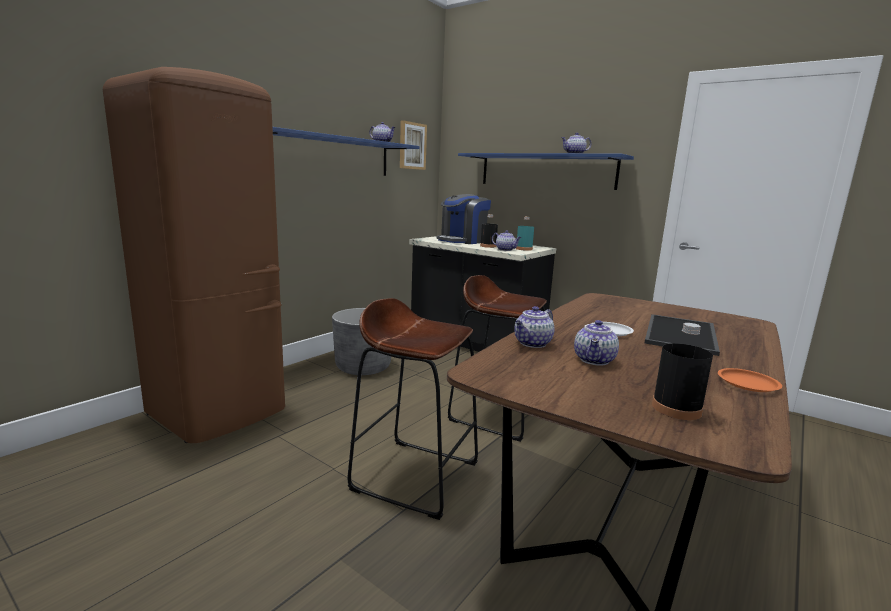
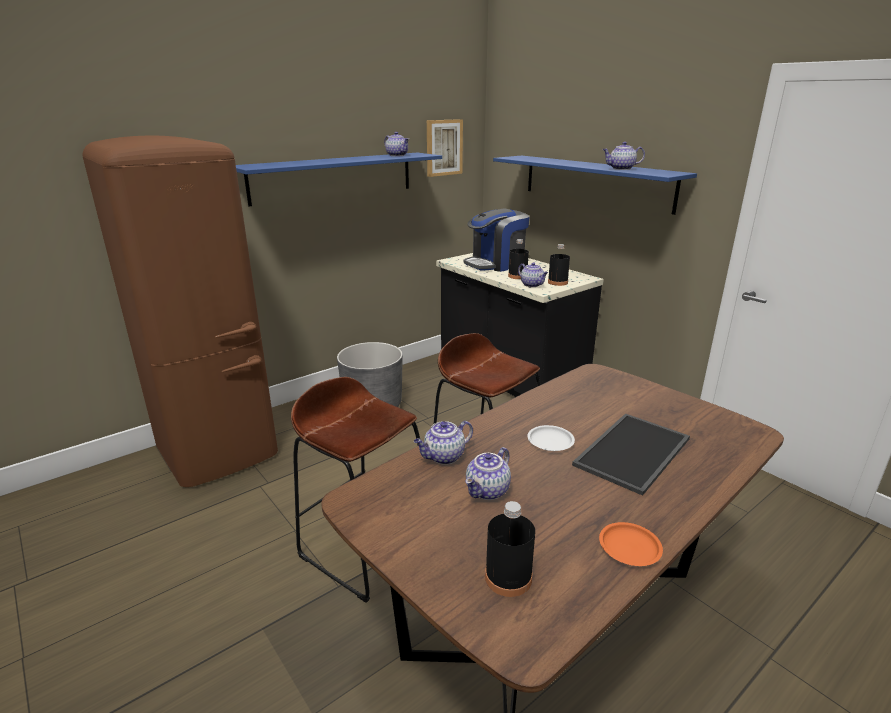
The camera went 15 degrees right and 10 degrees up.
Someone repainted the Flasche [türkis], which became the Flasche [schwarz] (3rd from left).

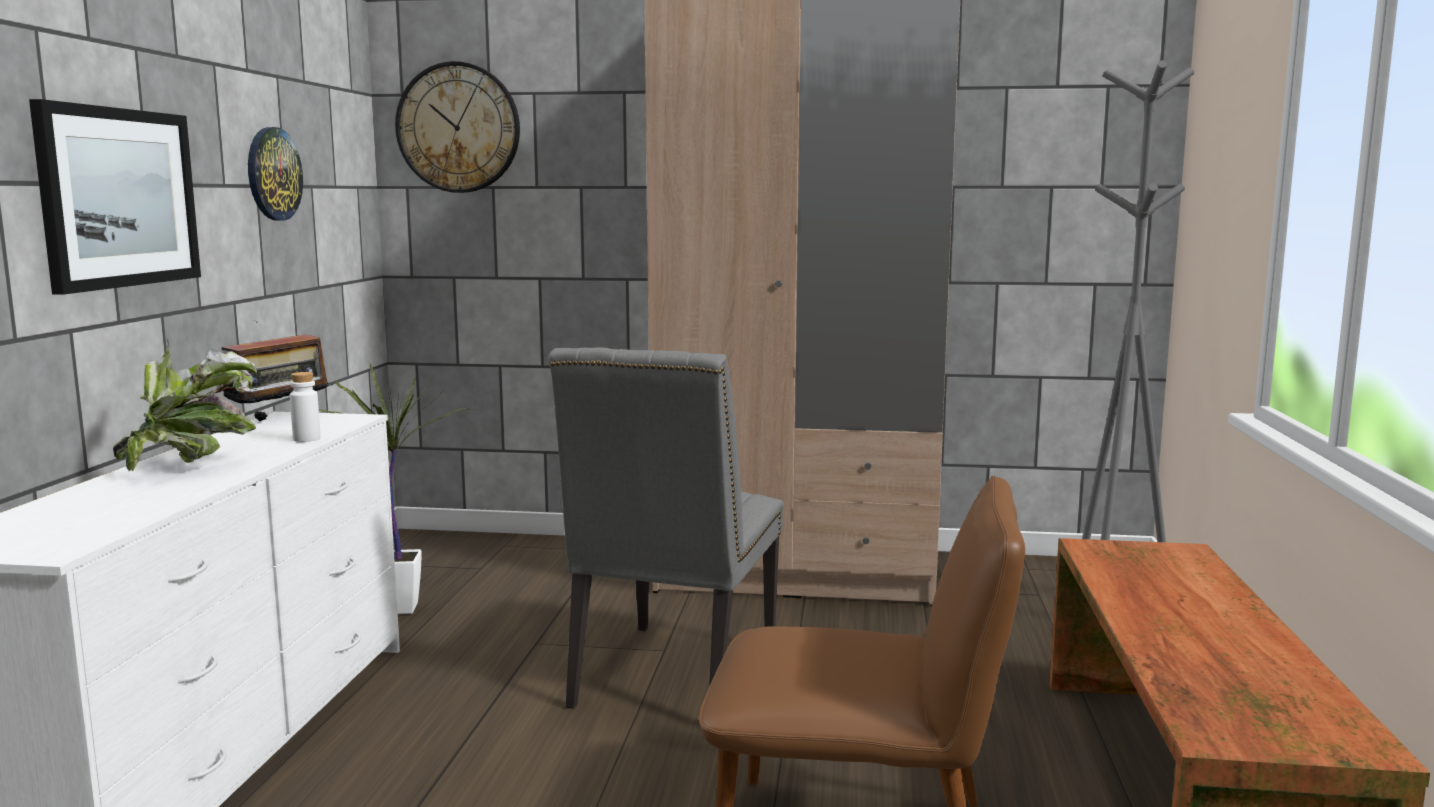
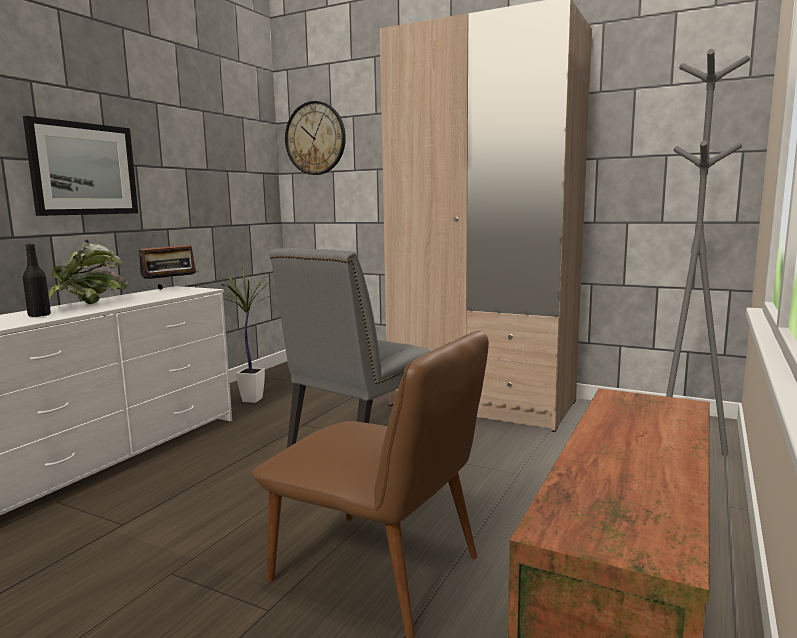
The camera went 20 degrees right and 0 degrees up.
Someone took away the Wanduhr (1st from left).
Someone took away the Flasche [weiß].
Someone put down the Flasche [schwarz].

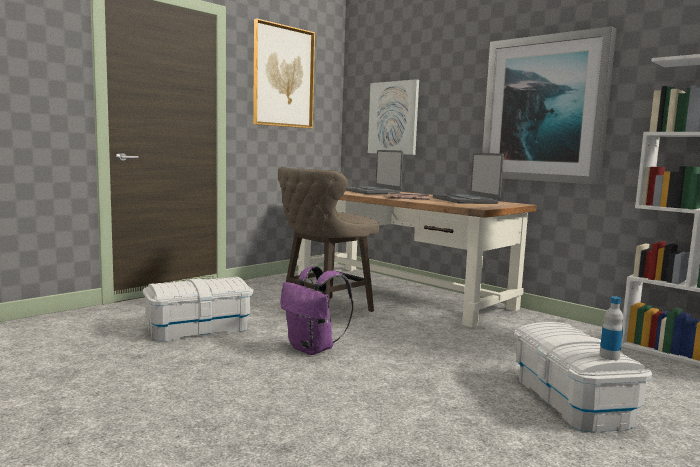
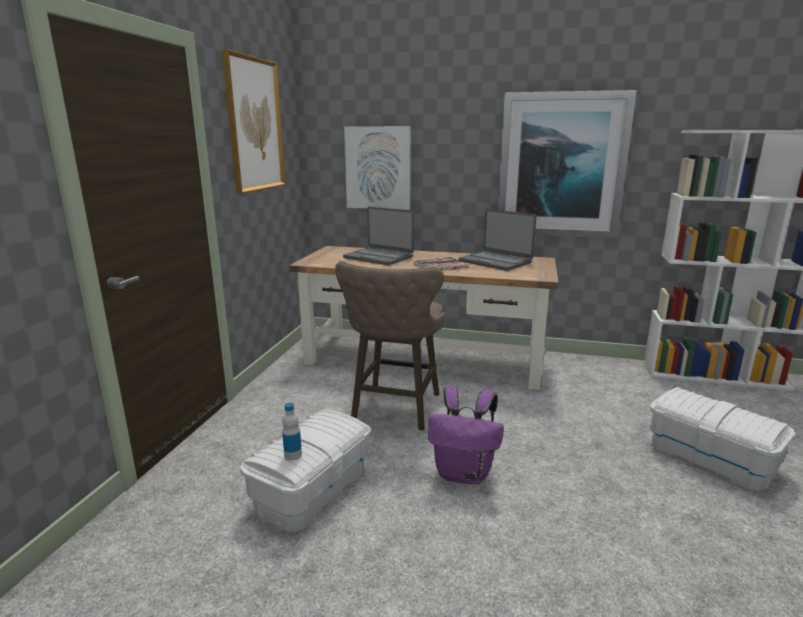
The camera went 30 degrees left and 10 degrees up.
Someone carried the Flasche.

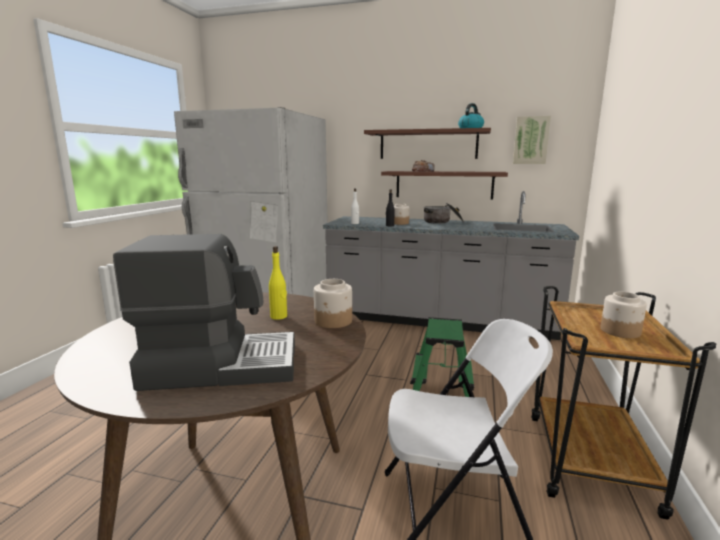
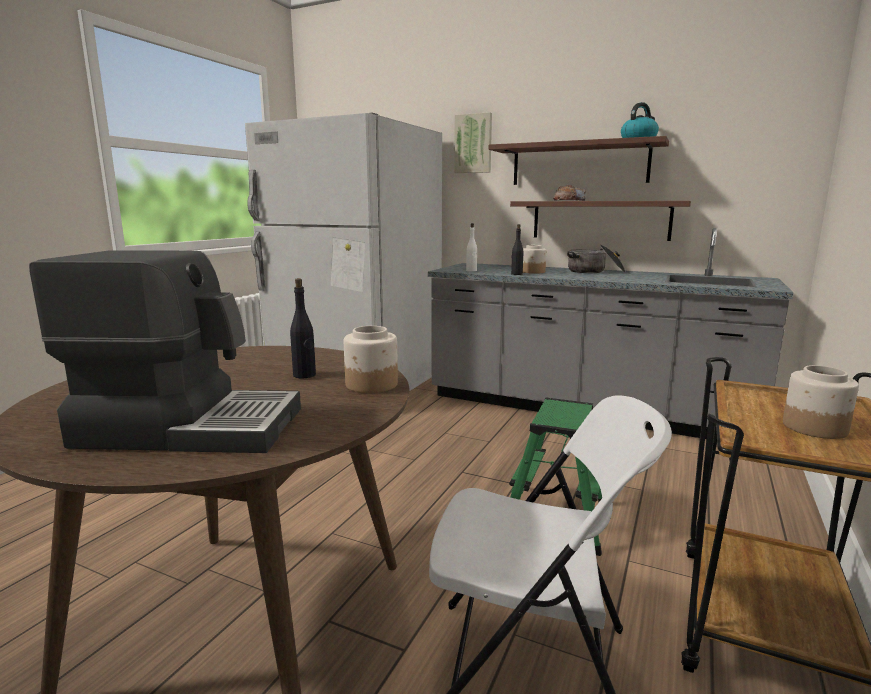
The camera went 10 degrees right and 0 degrees up.
Someone carried the Bild.
Someone repainted the Flasche [gelb], which became the Flasche [schwarz] (1st from left).

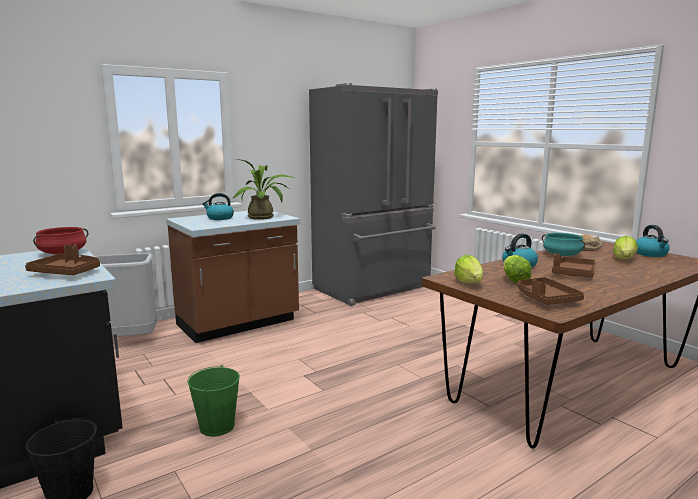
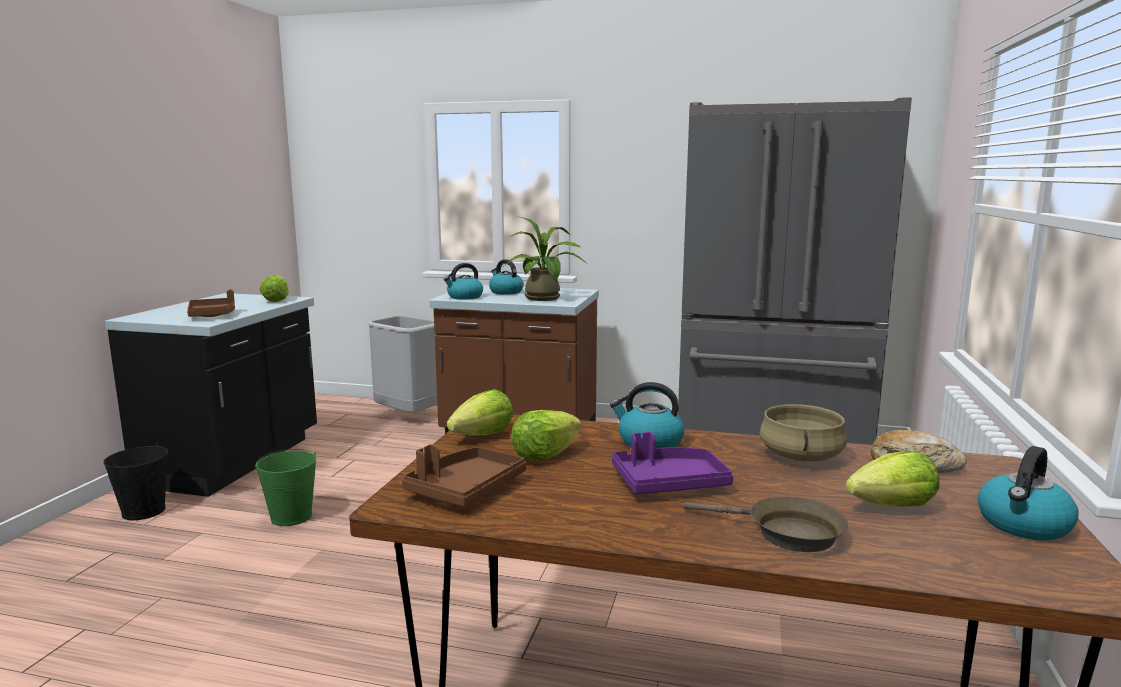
The camera went 50 degrees right and 0 degrees up.
Someone swapped the Kochtopf [rot] for the Salatkopf (1st from left).
Someone repainted the Kochtopf [türkis], which became the Kochtopf [beige].
Someone repainted the Tablett [braun] (3rd from left), which became the Tablett [lila].
Someone put down the Wasserkessel (1st from left).
Someone put down the Pfanne [braun].

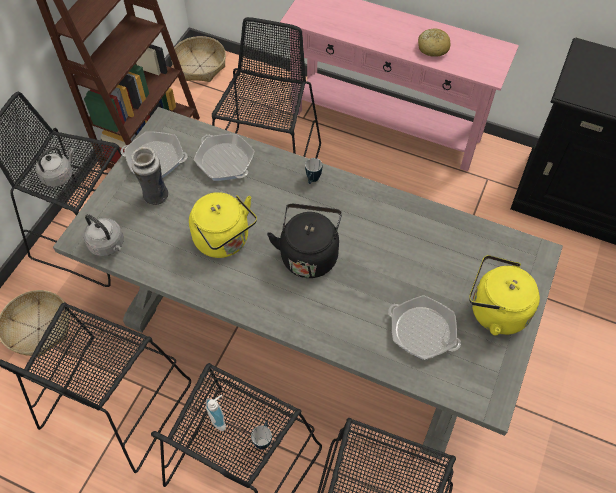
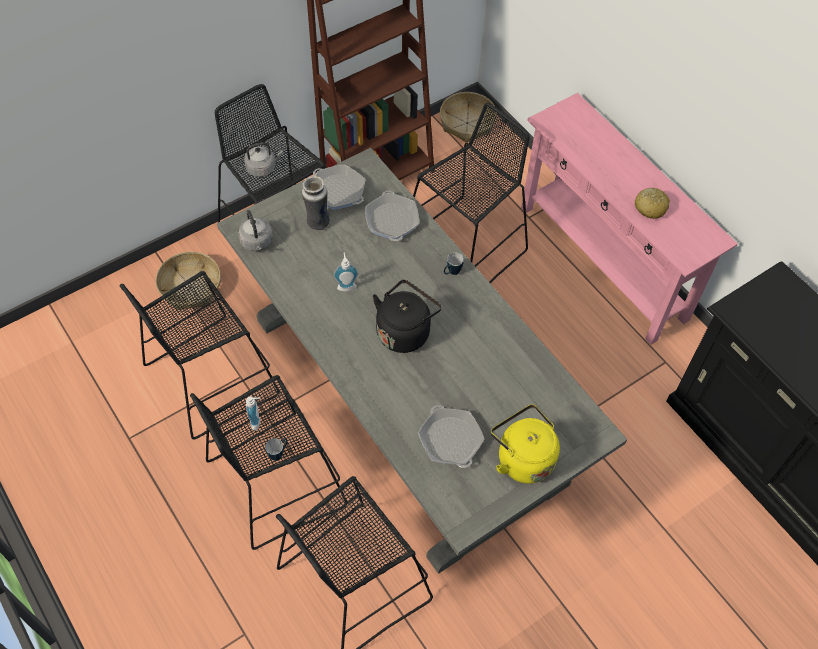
The camera went 30 degrees right and 0 degrees up.
Someone swapped the Wasserkessel [gelb] (1st from left) for the Seifenspender (2nd from left).

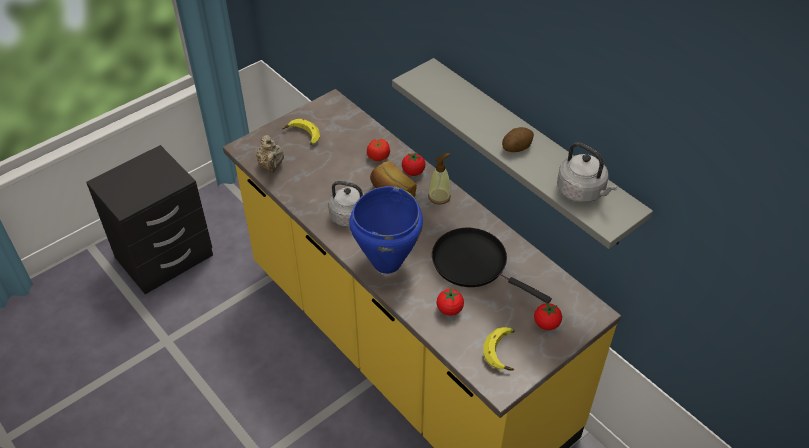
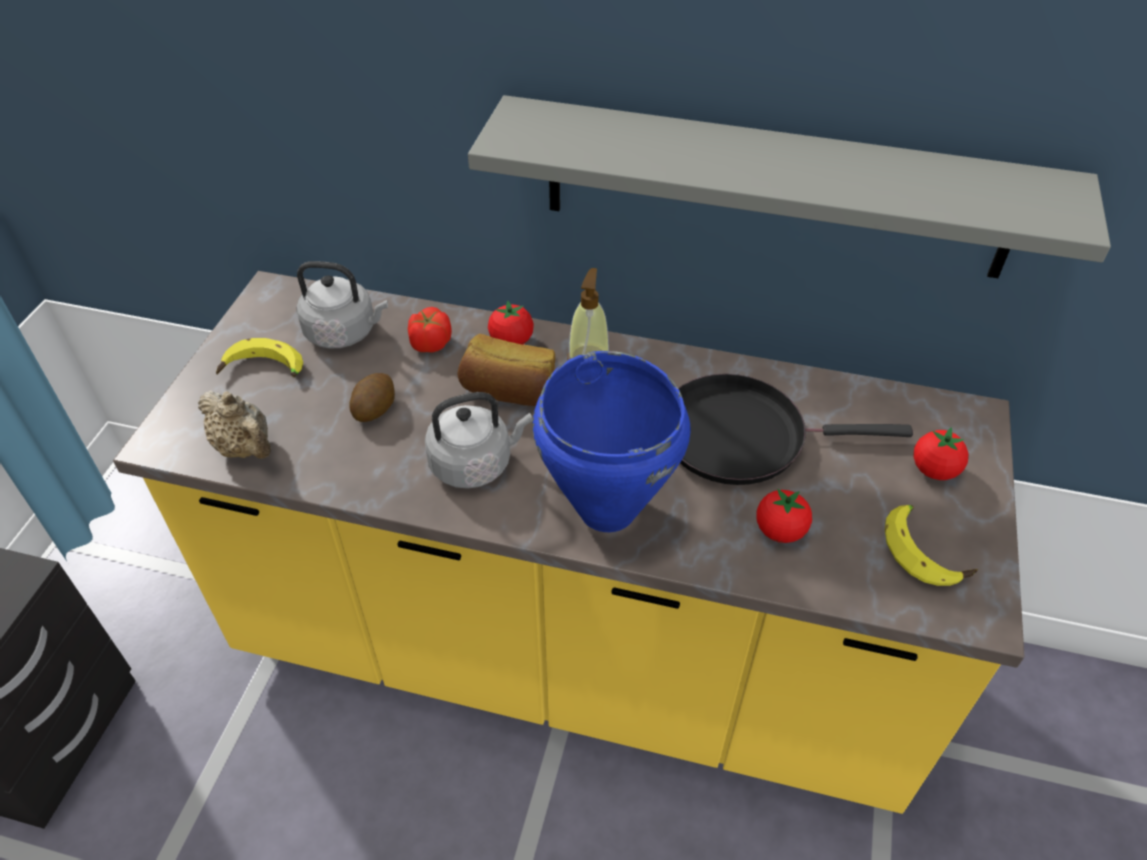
The camera went 35 degrees left and 0 degrees up.
Someone carried the Kartoffel.
Someone carried the Wasserkessel [grau] (2nd from left in the first image).

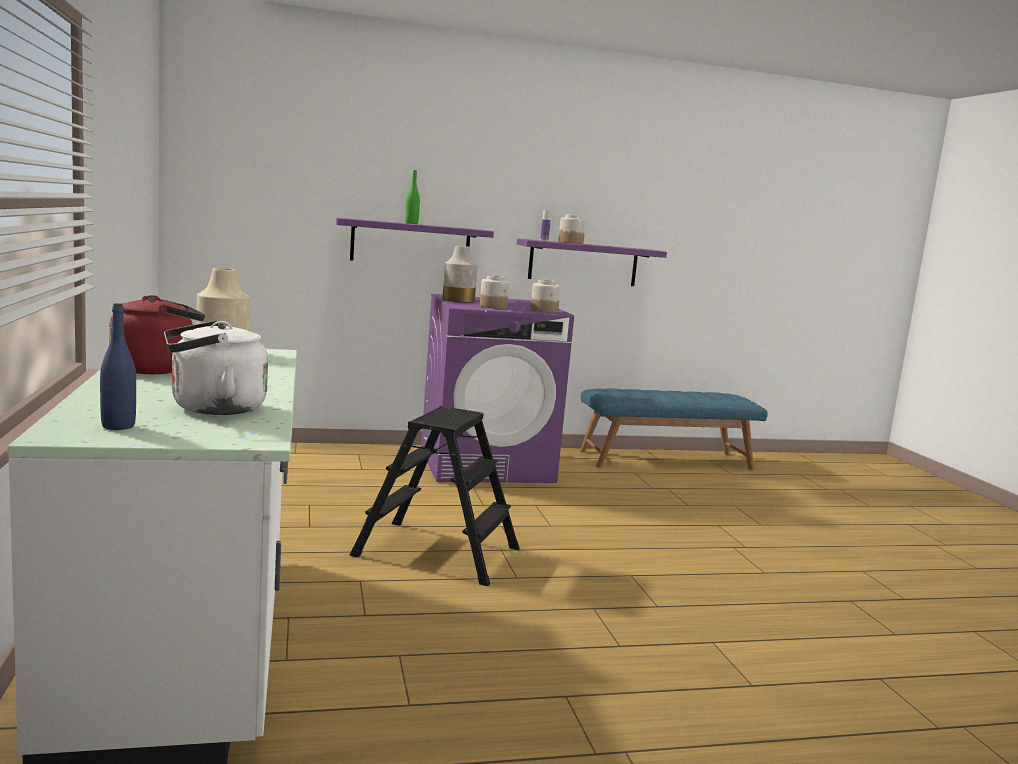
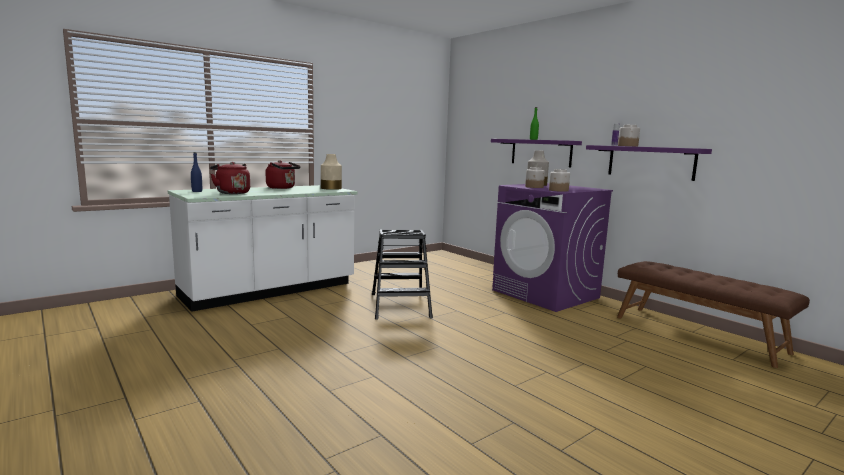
The camera went 65 degrees right and 0 degrees up.
Someone repainted the Wasserkessel [weiß], which became the Wasserkessel [rot] (1st from left).
Someone repainted the Bank [blau], which became the Bank [braun].

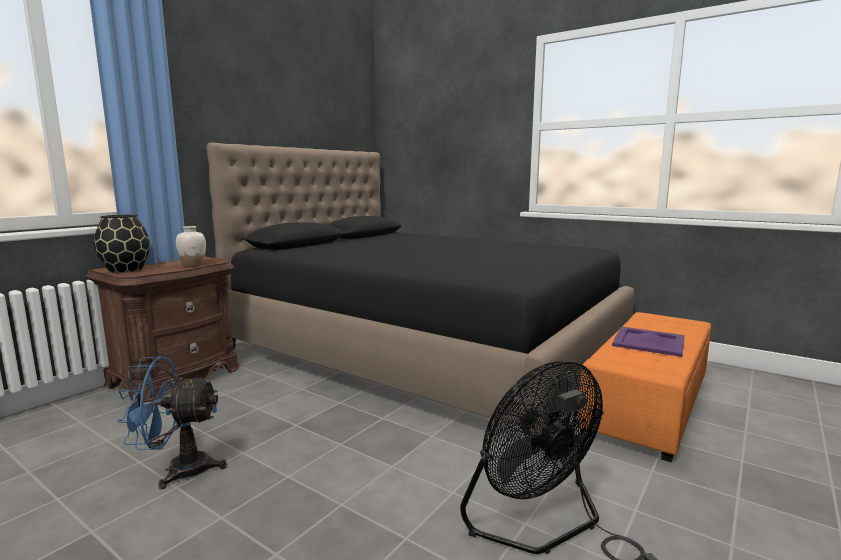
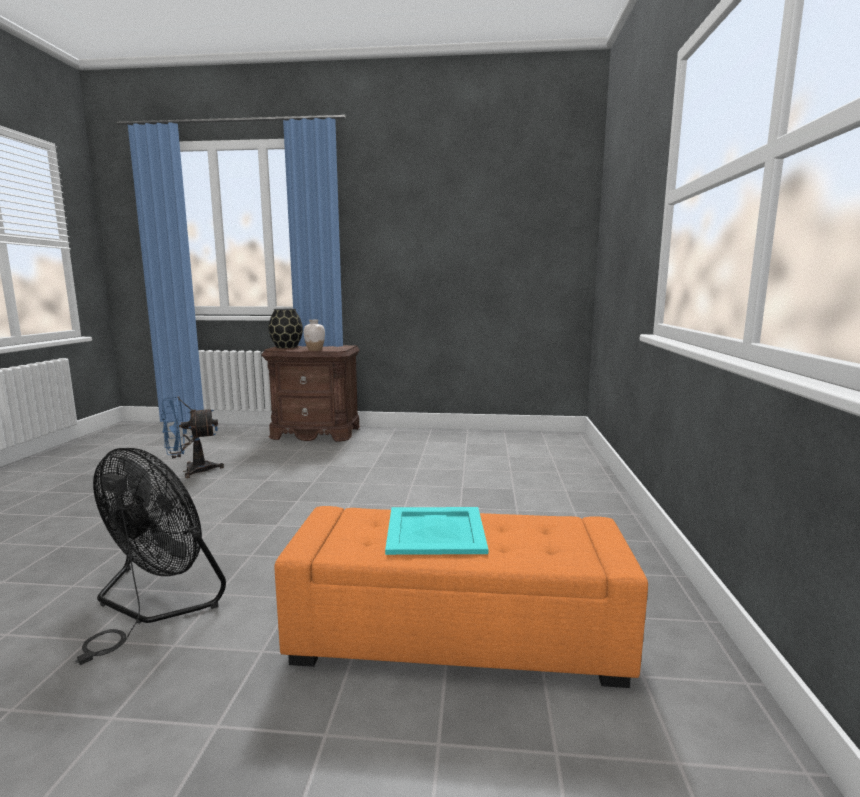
The camera went 60 degrees right and 0 degrees up.
Someone took away the Bett [schwarz].
Someone repainted the Tablett [lila], which became the Tablett [türkis].
Someone rotated the Ventilator [blau] by 75 degrees counterclockwise.

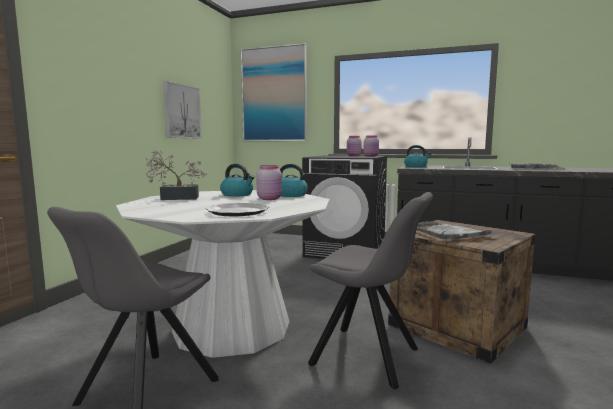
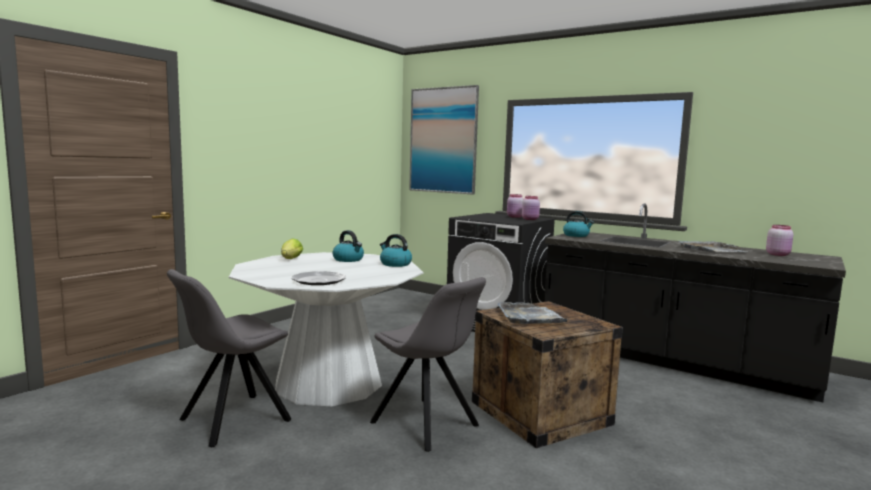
The camera went 15 degrees right and 0 degrees up.
Someone took away the Bild (1st from left).
Someone swapped the Topfpflanze for the Salatkopf.
Someone carried the Vorratsglas [rosa] (1st from left in the first image).

